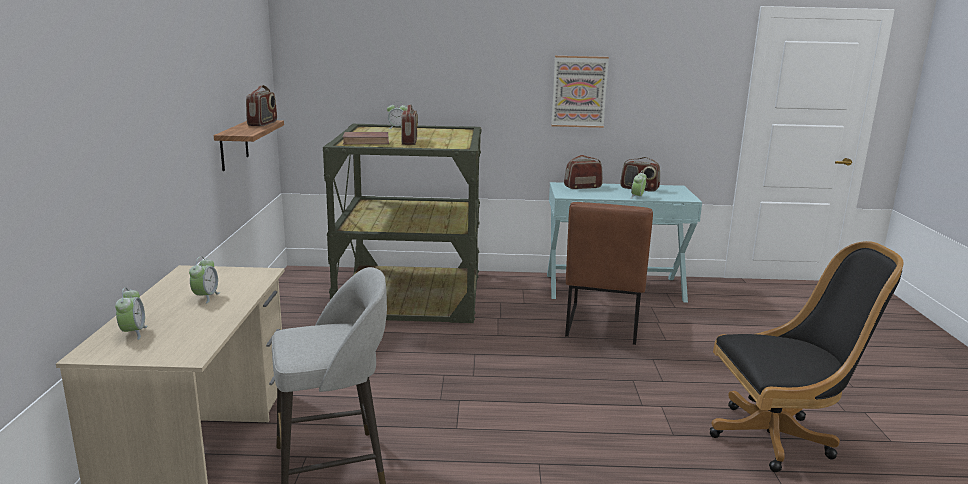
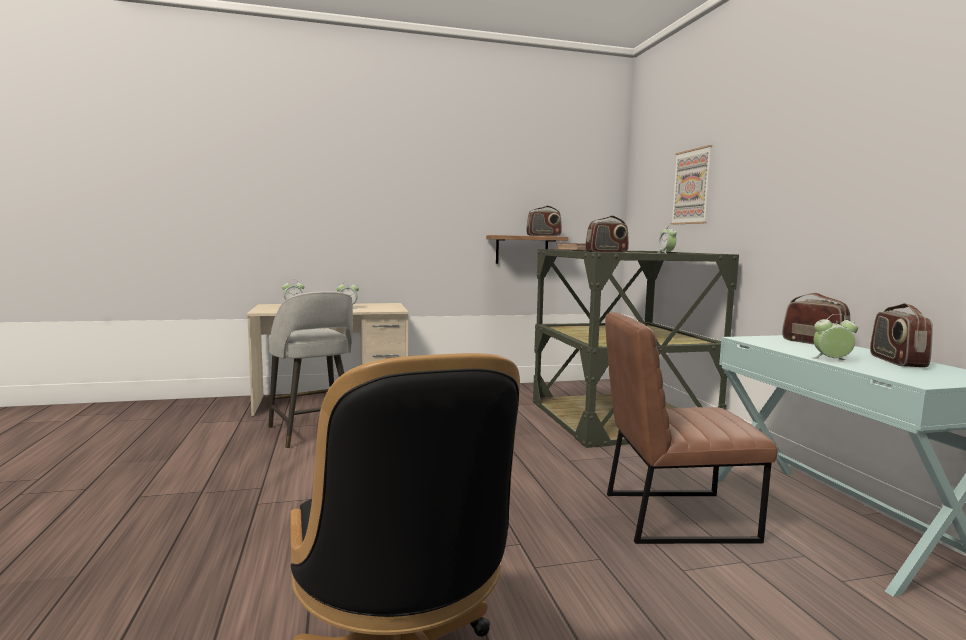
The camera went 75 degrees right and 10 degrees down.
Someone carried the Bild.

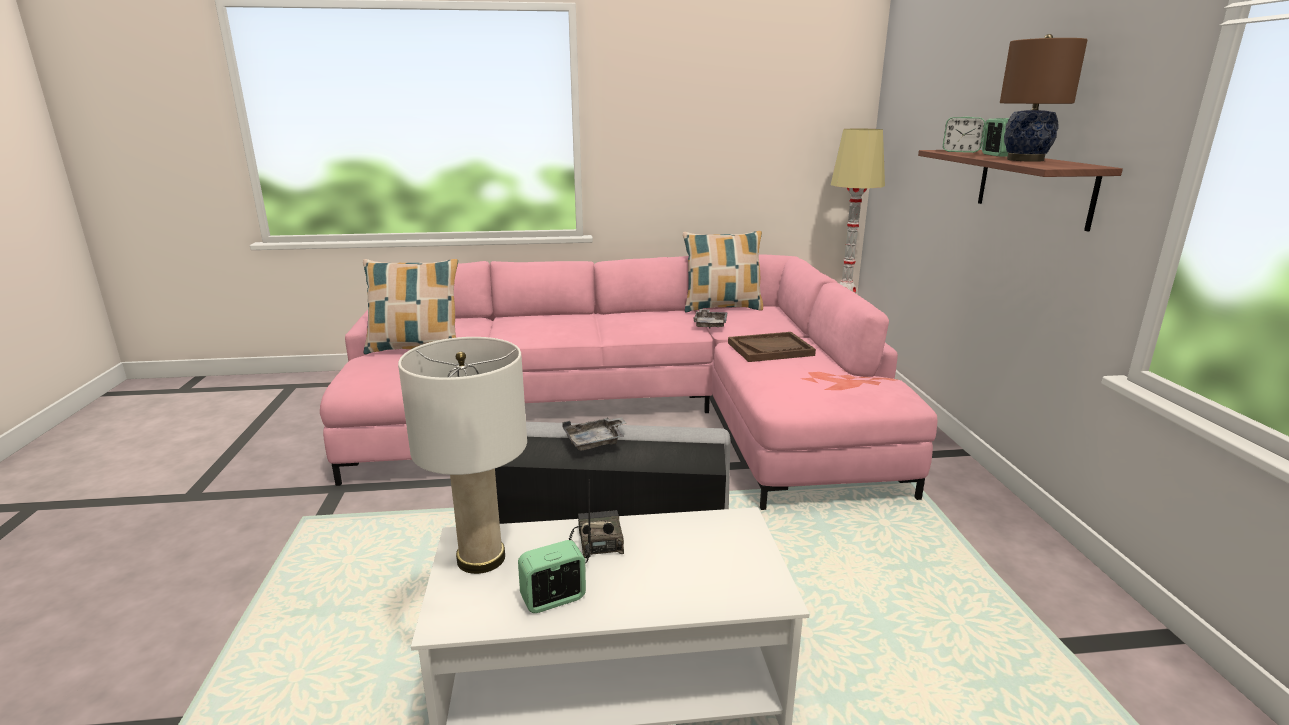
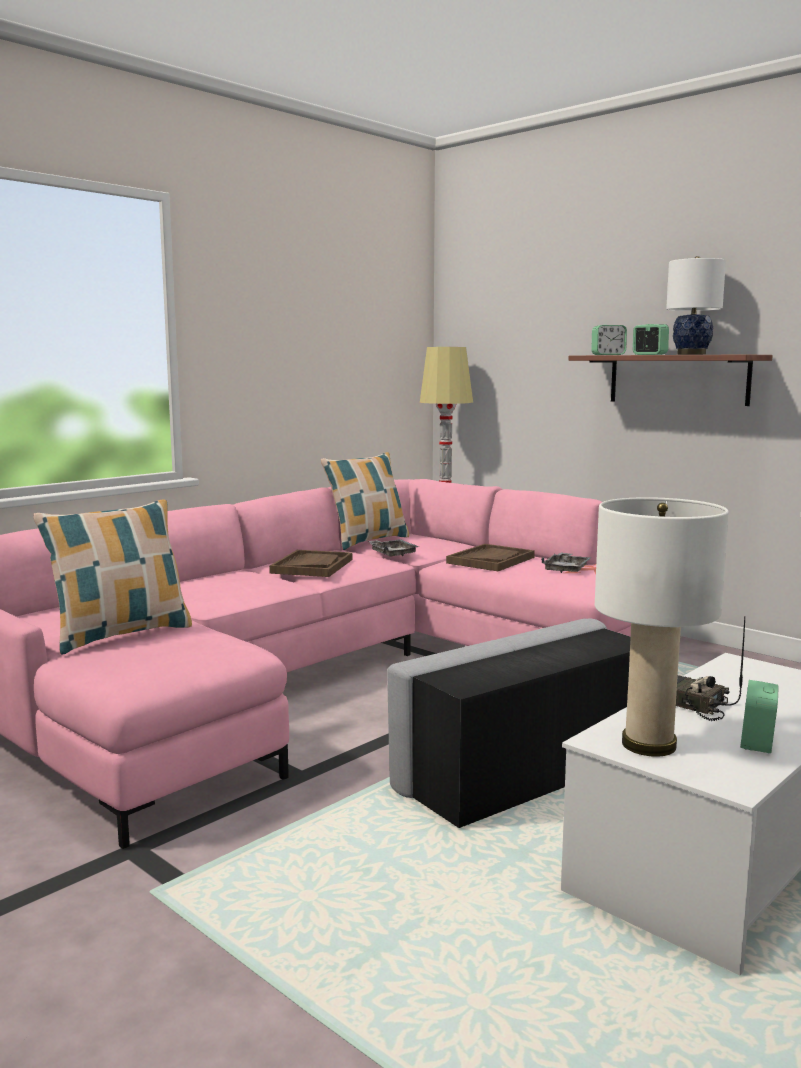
The camera went 40 degrees left and 10 degrees down.
Someone repainted the Tischlampe [braun], which became the Tischlampe [weiß] (2nd from left).
Someone carried the Tablett [grau] (1st from left in the first image).
Someone put down the Tablett [braun] (1st from left).

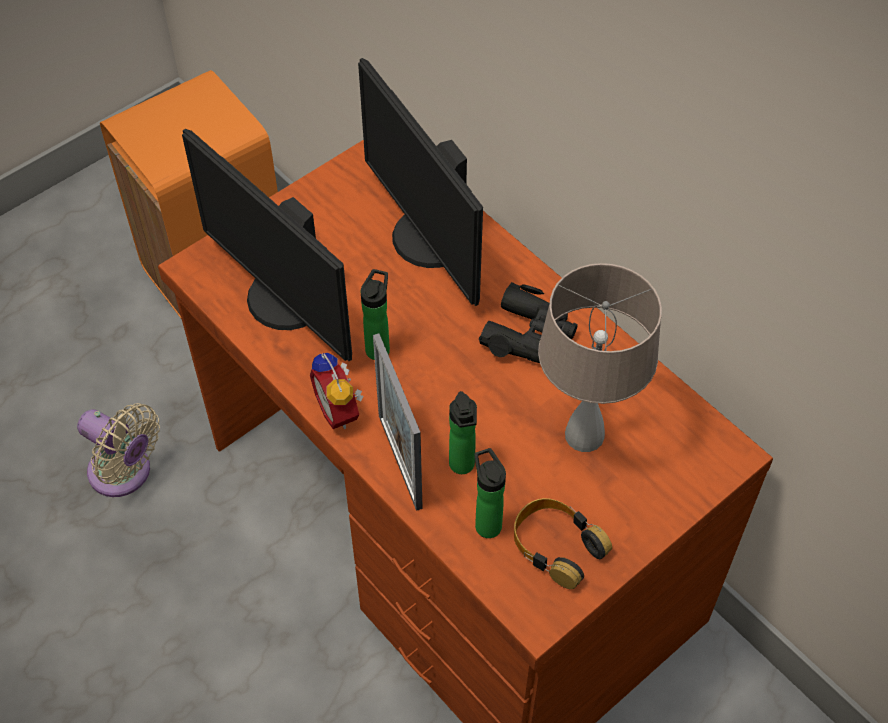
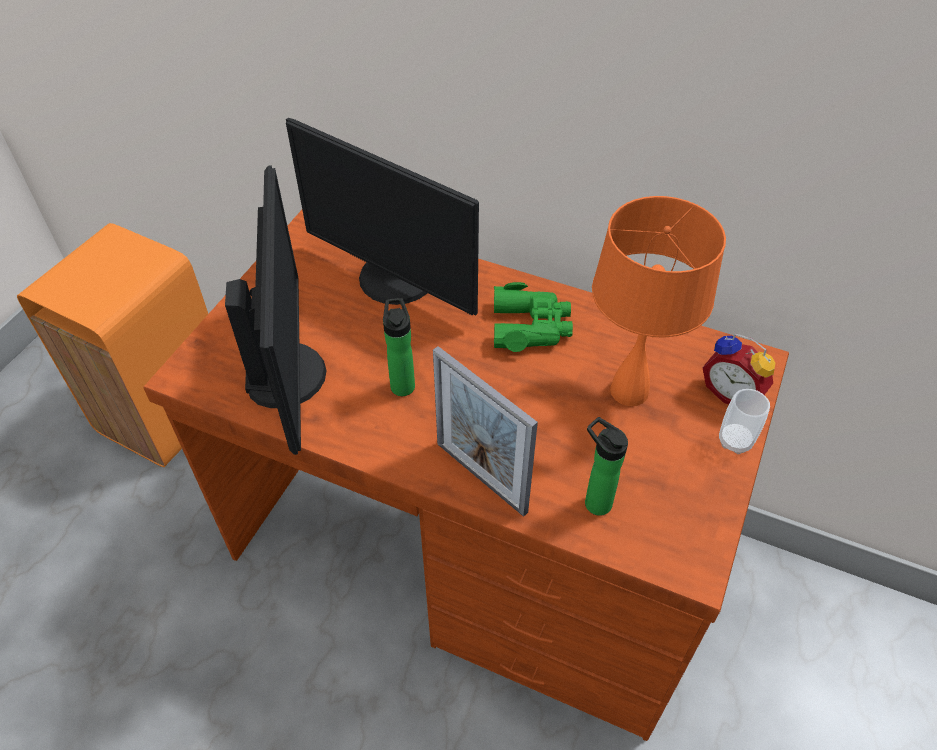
The camera went 25 degrees left and 5 degrees down.
Someone rotated the Monitor (1st from left) by 120 degrees counterclockwise.
Someone repainted the Tischlampe [beige], which became the Tischlampe [orange].
Someone repainted the Fernglas [schwarz], which became the Fernglas [grün].
Someone carried the Wecker.
Someone took away the Flasche (2nd from left).
Someone took away the Ventilator [beige].
Someone took away the Kopfhörer.
Someone put down the Tasse.

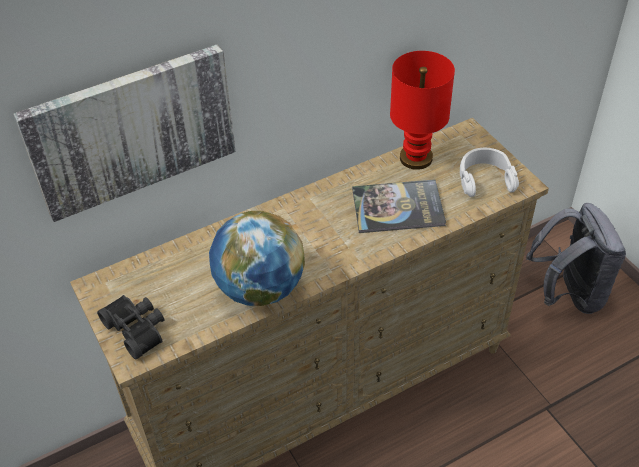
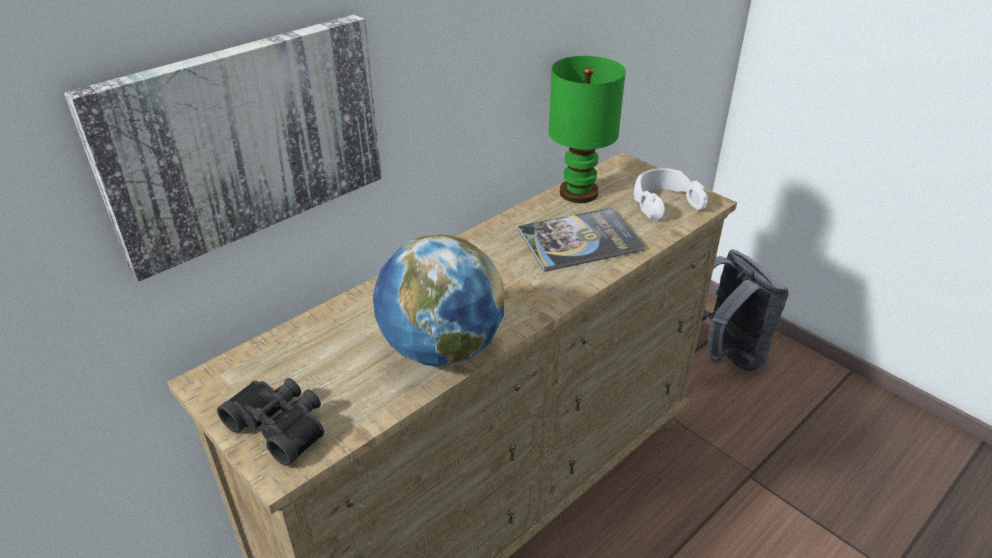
The camera went 15 degrees left and 10 degrees down.
Someone repainted the Tischlampe [rot], which became the Tischlampe [grün].

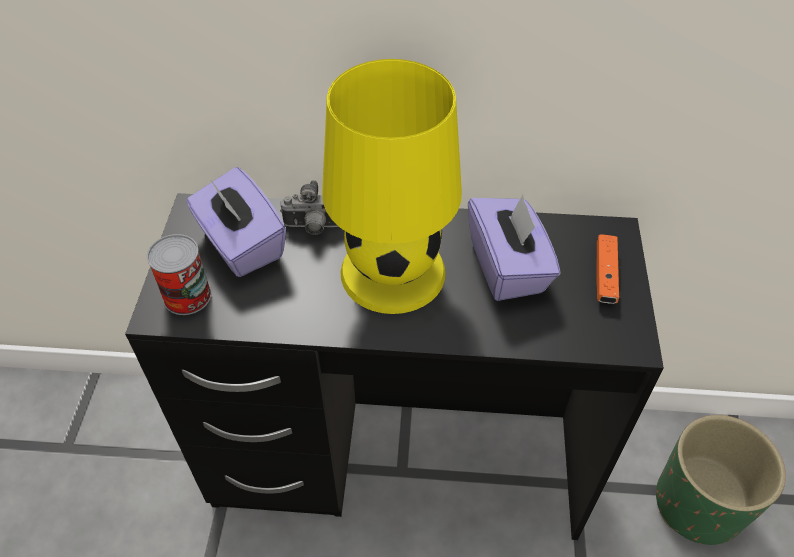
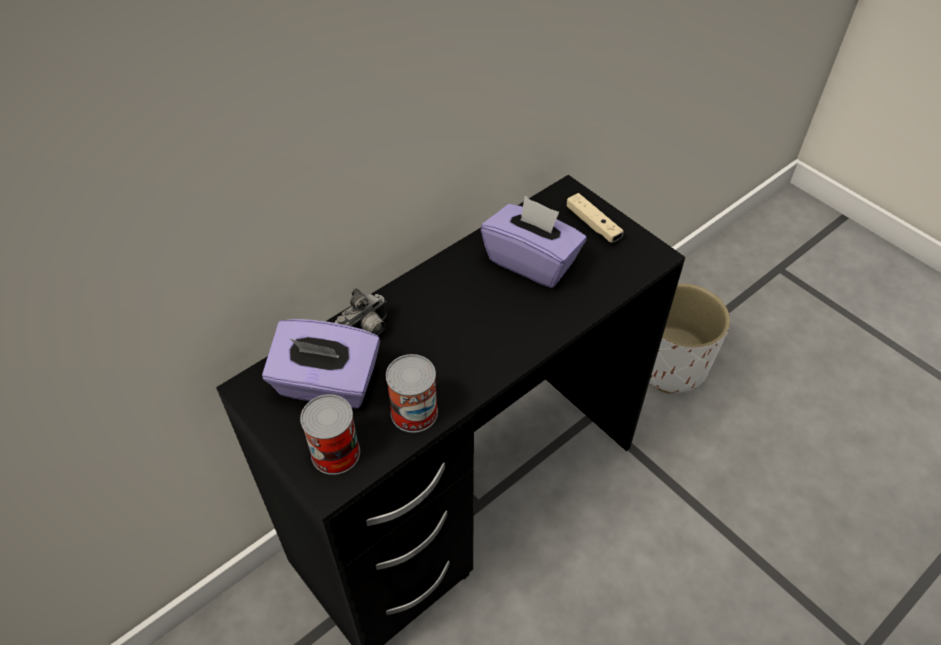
The camera went 45 degrees left and 0 degrees up.
Someone took away the Tischlampe [gelb].
Someone repainted the Gamepad [orange], which became the Gamepad [beige].
Someone repainted the Pflanzkübel [grün], which became the Pflanzkübel [weiß].
Someone put down the Dose (2nd from left).

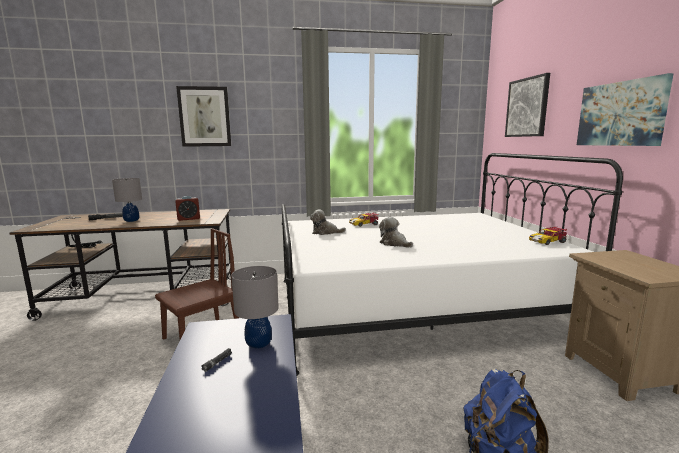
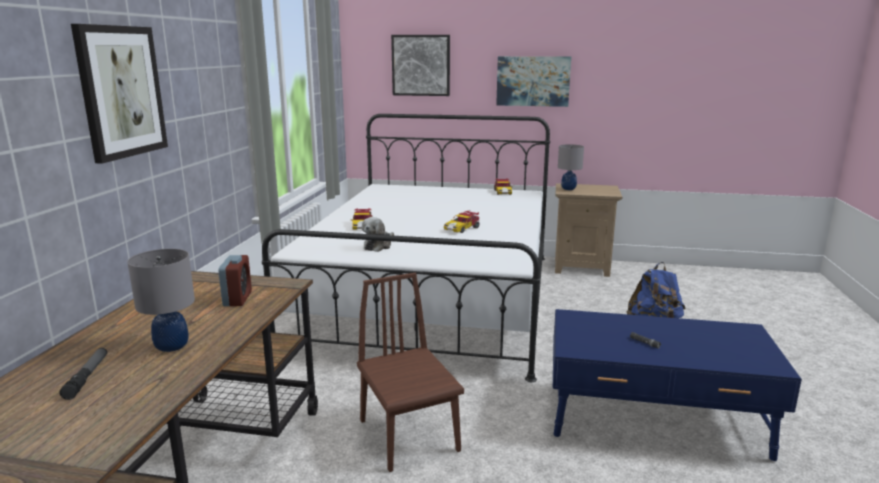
The camera went 70 degrees left and 5 degrees up.
Someone swapped the Plüschtier (2nd from left) for the Spielzeugauto (2nd from left).
Someone carried the Tischlampe [grau] (2nd from left).

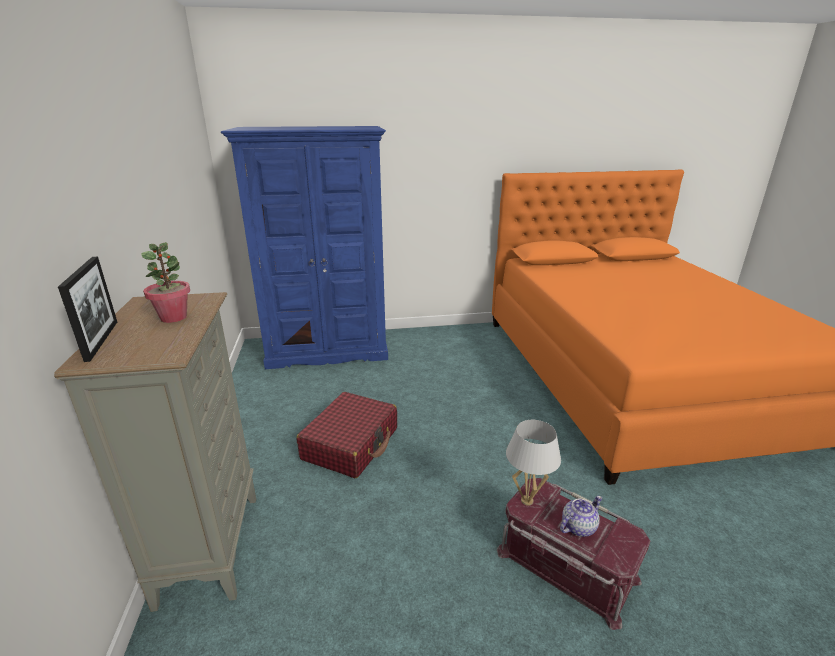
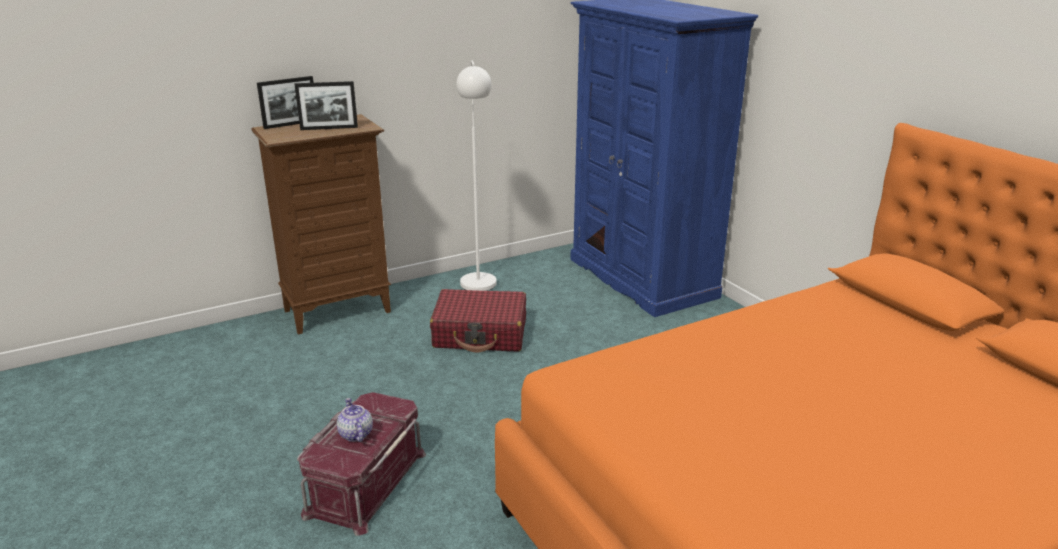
The camera went 70 degrees right and 0 degrees up.
Someone swapped the Topfpflanze for the Bilderrahmen (2nd from left).
Someone repainted the Kommode [grau], which became the Kommode [braun].
Someone took away the Tischlampe [weiß].
Someone rotated the Teekanne by 150 degrees counterclockwise.
Someone put down the Stehlampe [weiß].

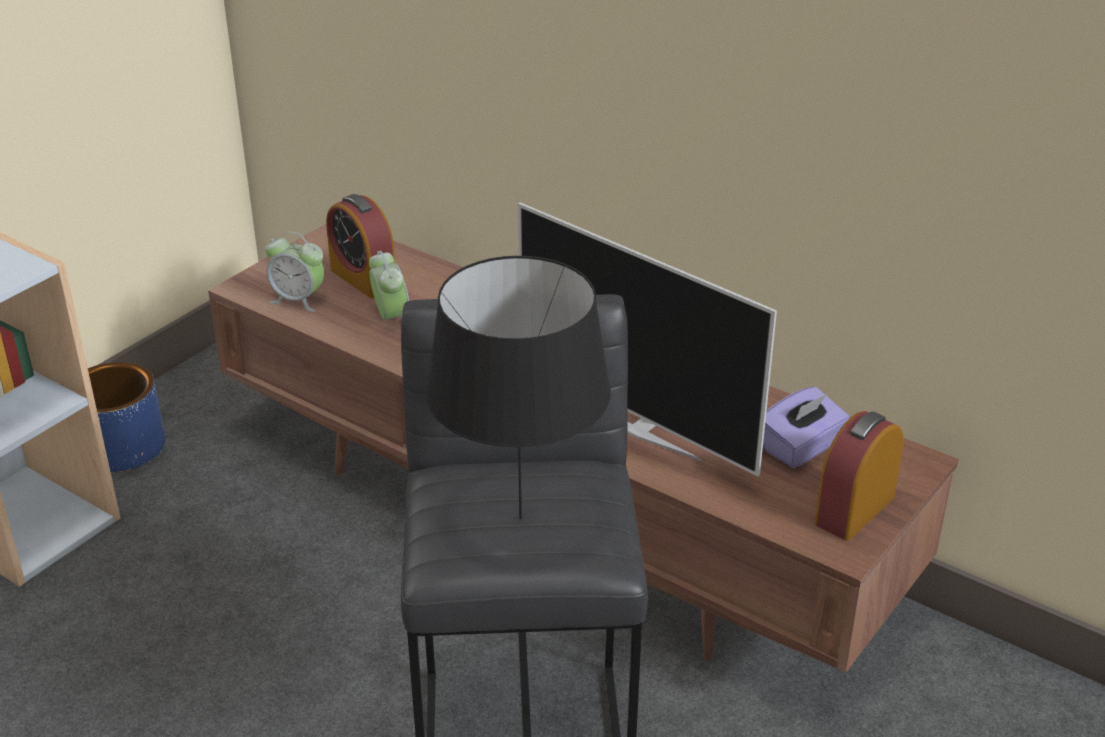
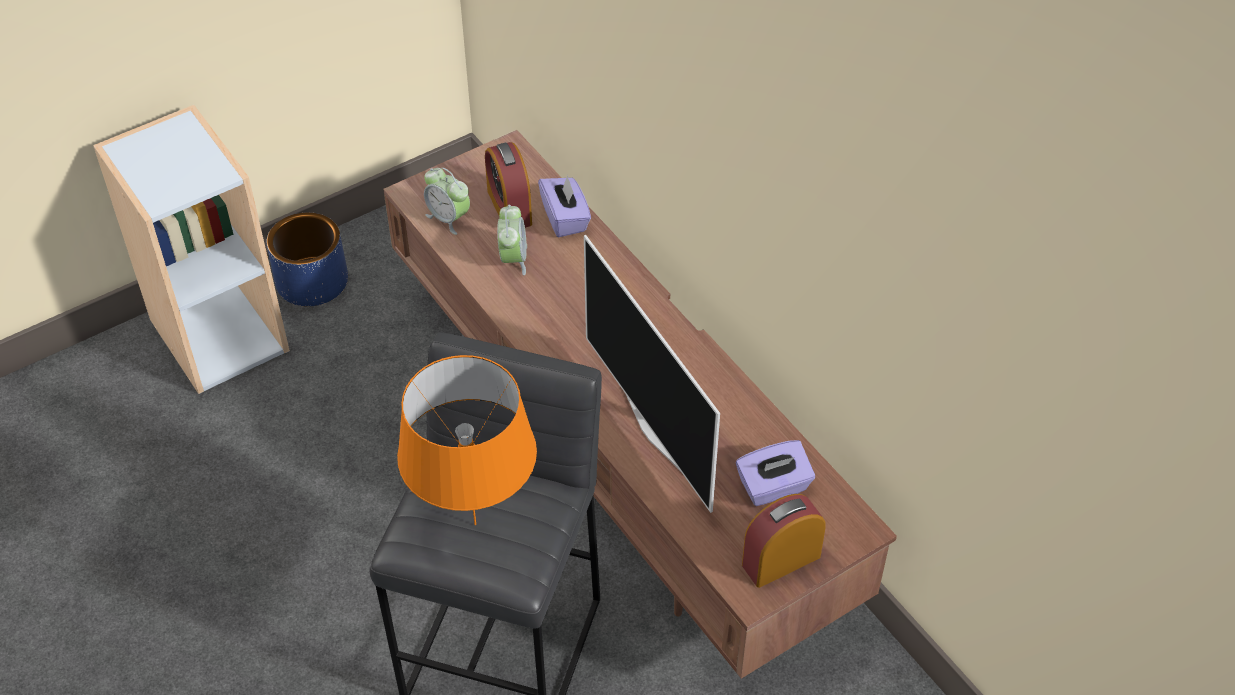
The camera went 20 degrees right and 15 degrees up.
Someone repainted the Tischlampe [schwarz], which became the Tischlampe [orange].
Someone put down the Taschentuchbox [lila] (1st from left).

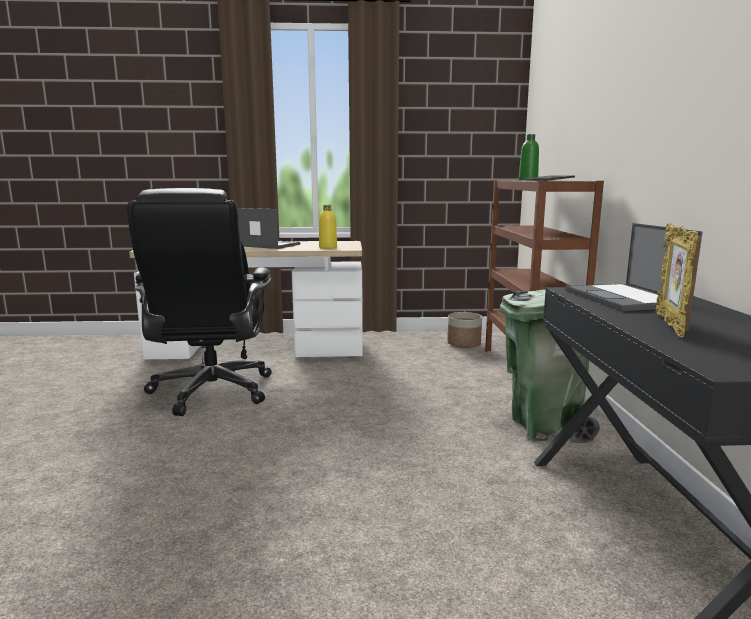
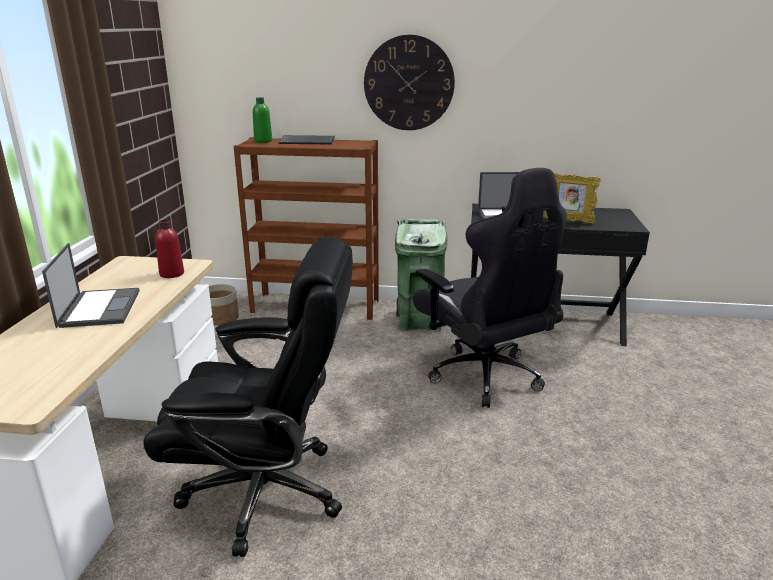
The camera went 80 degrees left and 10 degrees up.
Someone repainted the Flasche [gelb], which became the Flasche [rot].
Someone rotated the Laptop (1st from left) by 135 degrees clockwise.
Someone put up the Wanduhr.
Someone put down the Bürostuhl [schwarz] (2nd from left).

